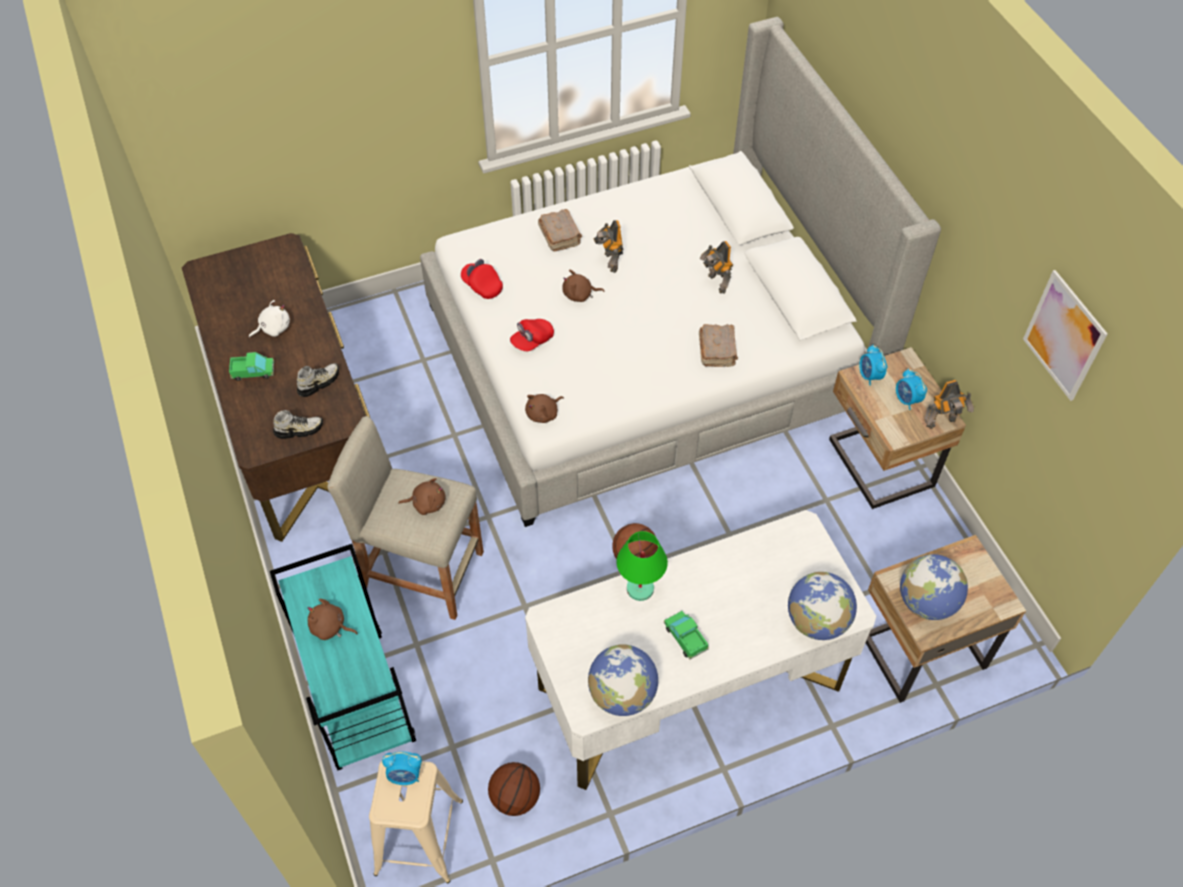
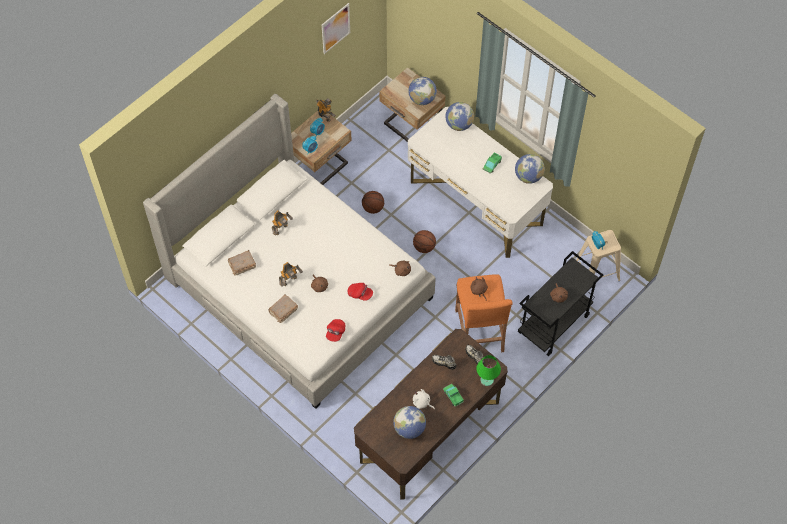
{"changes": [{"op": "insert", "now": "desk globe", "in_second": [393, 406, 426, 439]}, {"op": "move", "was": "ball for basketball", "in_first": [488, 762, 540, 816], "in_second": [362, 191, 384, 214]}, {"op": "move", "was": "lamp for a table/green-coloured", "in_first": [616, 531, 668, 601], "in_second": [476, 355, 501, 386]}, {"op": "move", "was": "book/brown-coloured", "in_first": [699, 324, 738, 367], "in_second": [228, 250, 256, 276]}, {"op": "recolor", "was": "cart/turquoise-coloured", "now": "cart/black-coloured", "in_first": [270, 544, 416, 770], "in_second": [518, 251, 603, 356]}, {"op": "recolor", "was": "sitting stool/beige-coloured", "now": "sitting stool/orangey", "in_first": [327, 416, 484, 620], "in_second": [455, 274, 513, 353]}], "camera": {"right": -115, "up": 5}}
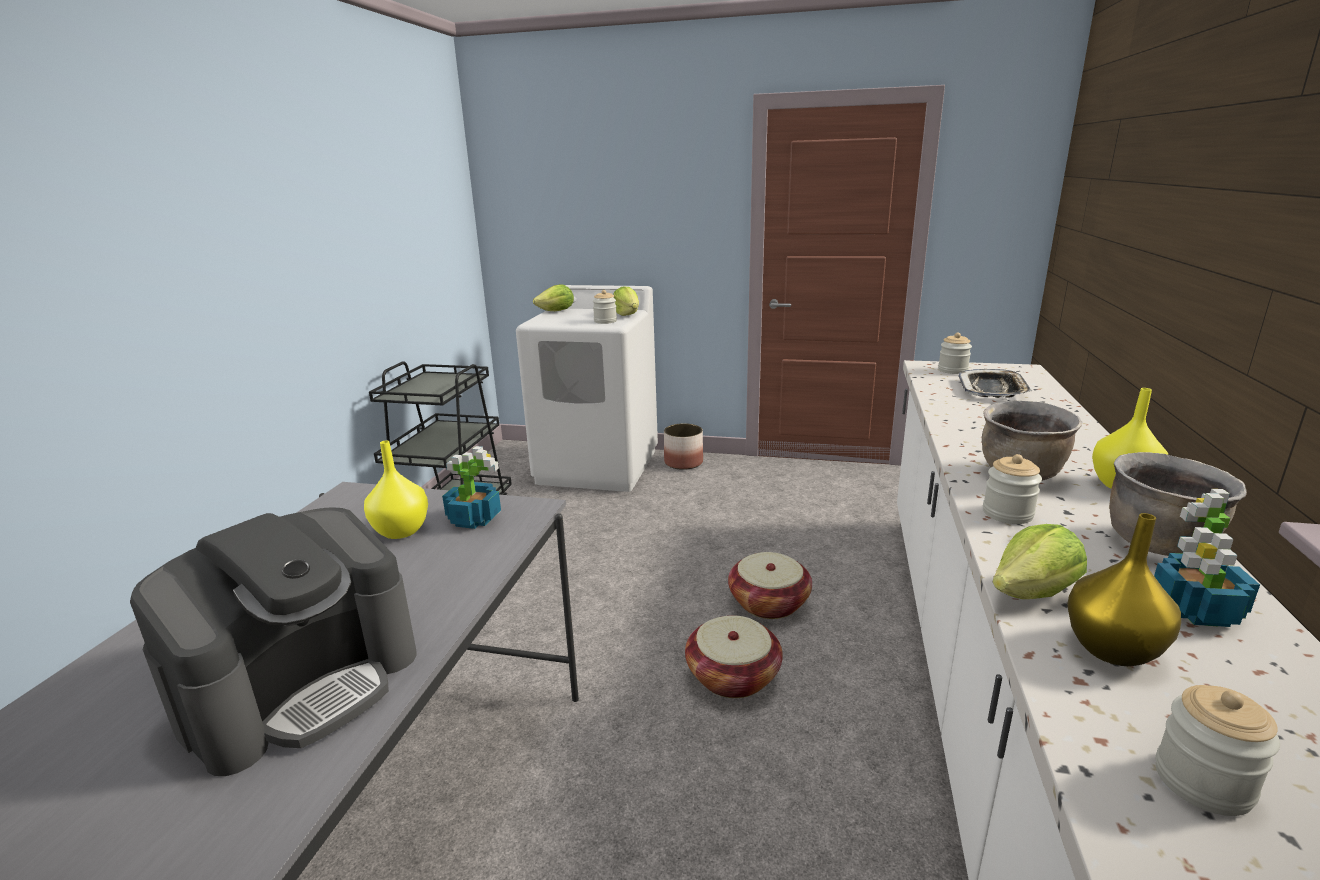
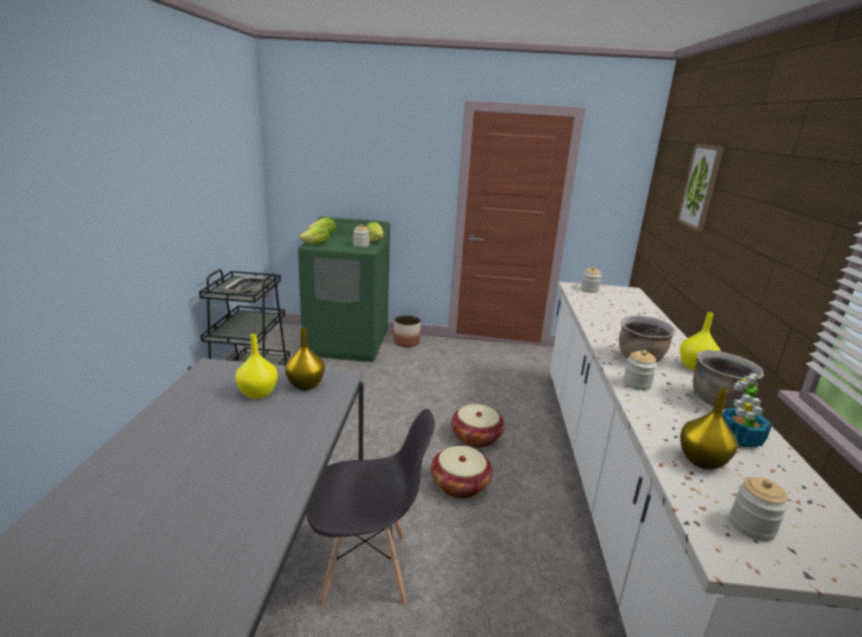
{"changes": [{"op": "delete", "was": "coffee brewer", "in_first": [130, 508, 417, 776]}, {"op": "insert", "now": "upright chair/greyish", "in_second": [306, 409, 435, 606]}, {"op": "insert", "now": "wall picture", "in_second": [677, 144, 724, 231]}, {"op": "move", "was": "tray", "in_first": [958, 369, 1032, 398], "in_second": [223, 276, 269, 293]}, {"op": "move", "was": "lettuce head", "in_first": [993, 524, 1087, 599], "in_second": [299, 225, 329, 245]}, {"op": "replace", "was": "houseplant", "now": "flower vase/yellow-coloured", "in_first": [442, 446, 501, 529], "in_second": [285, 327, 325, 390]}, {"op": "recolor", "was": "laundry appliance/whitish", "now": "laundry appliance/green-coloured", "in_first": [516, 285, 658, 492], "in_second": [298, 217, 390, 362]}], "camera": {"right": -10, "up": 0}}
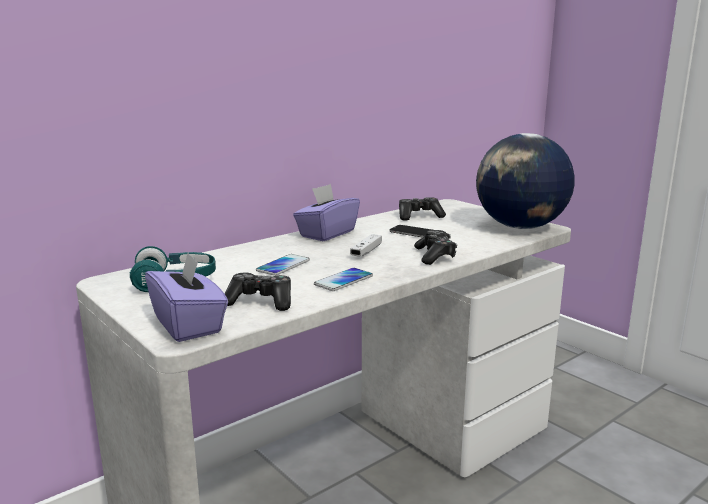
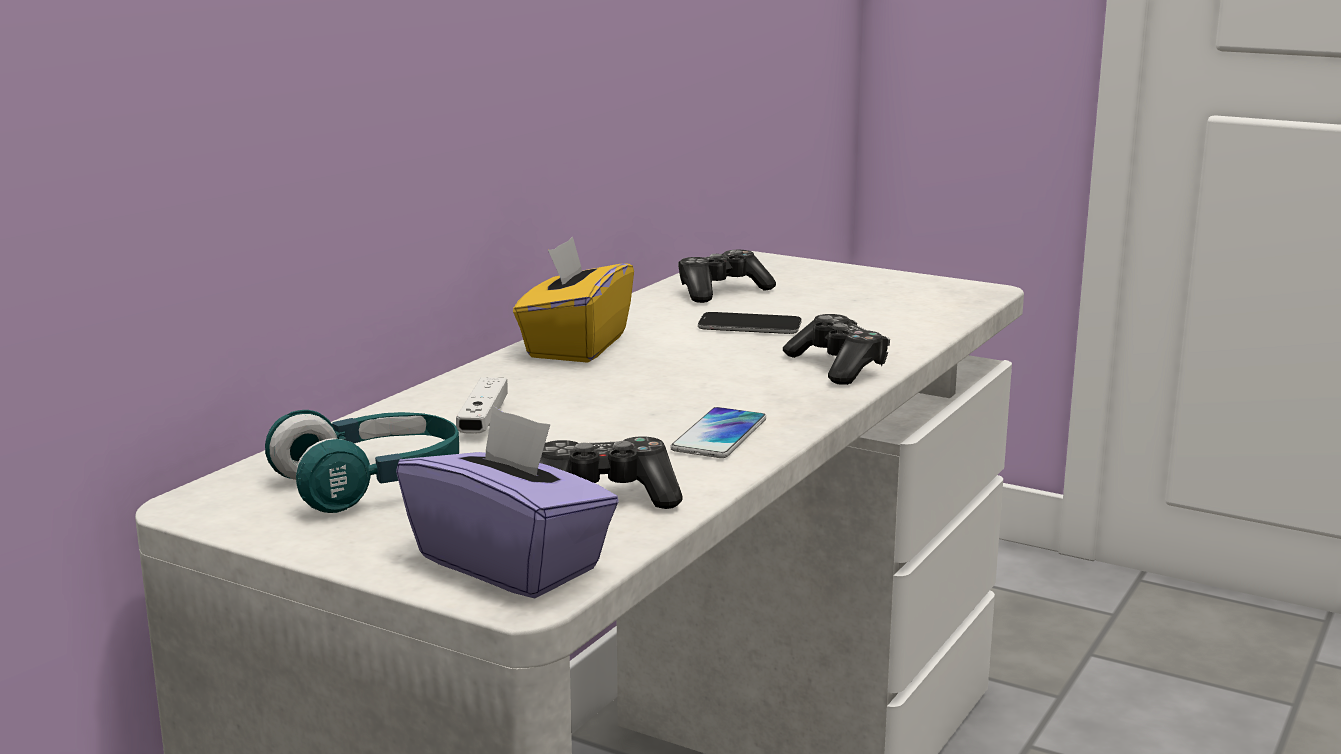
{"changes": [{"op": "delete", "was": "telephone", "in_first": [256, 254, 310, 276]}, {"op": "delete", "was": "desk globe", "in_first": [476, 133, 575, 229]}, {"op": "move", "was": "gamepad/whitish", "in_first": [350, 234, 382, 256], "in_second": [456, 377, 508, 434]}, {"op": "recolor", "was": "box of tissues/purple-coloured", "now": "box of tissues/yellow-coloured", "in_first": [293, 184, 360, 241], "in_second": [513, 237, 634, 363]}], "camera": {"right": -20, "up": 0}}
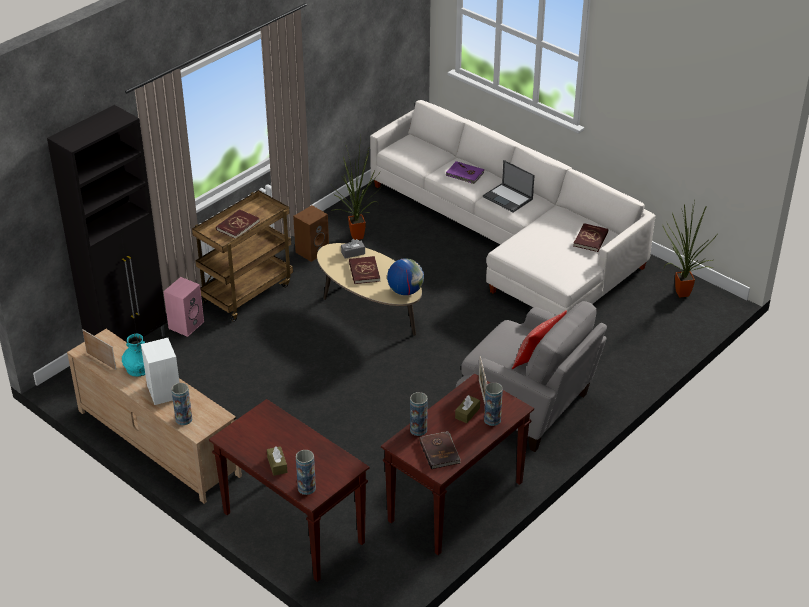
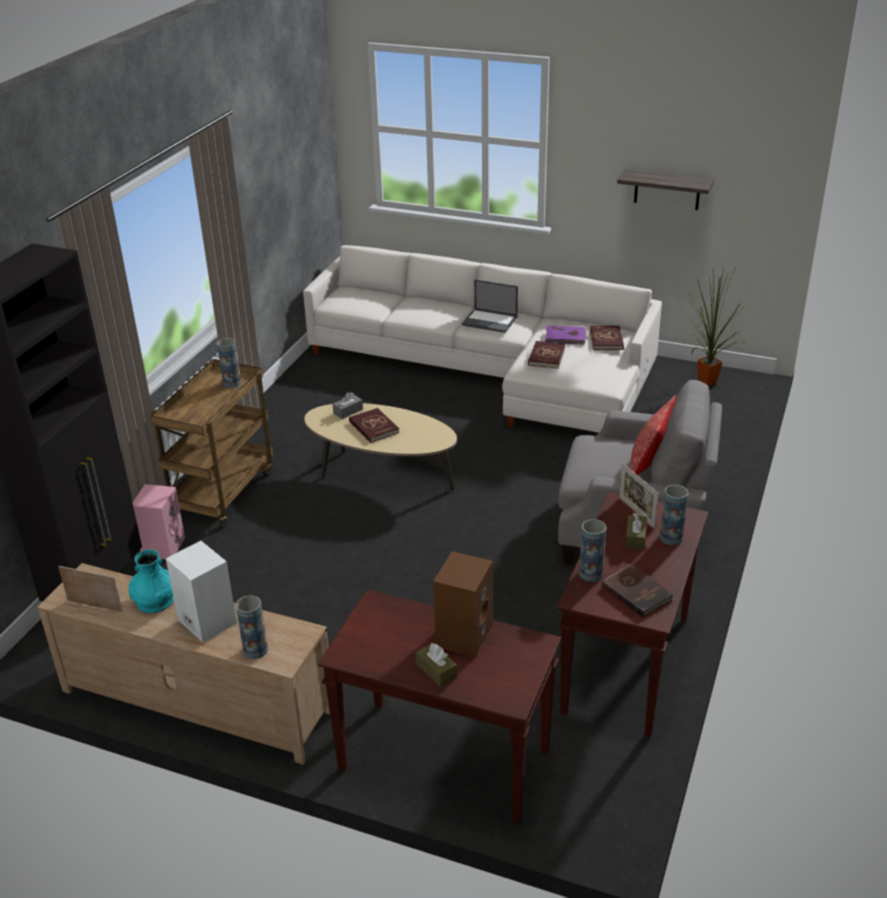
{"changes": [{"op": "delete", "was": "houseplant", "in_first": [332, 135, 383, 240]}, {"op": "delete", "was": "desk globe", "in_first": [387, 258, 424, 295]}, {"op": "insert", "now": "wall shelf", "in_second": [617, 170, 714, 210]}, {"op": "move", "was": "book/red", "in_first": [216, 209, 260, 239], "in_second": [528, 341, 565, 369]}, {"op": "move", "was": "audio speaker/brown-coloured", "in_first": [293, 205, 329, 262], "in_second": [433, 551, 493, 658]}, {"op": "move", "was": "flower vase", "in_first": [296, 450, 316, 495], "in_second": [217, 338, 241, 388]}, {"op": "move", "was": "book/purple-coloured", "in_first": [445, 161, 484, 184], "in_second": [545, 325, 587, 345]}], "camera": {"right": -20, "up": -5}}
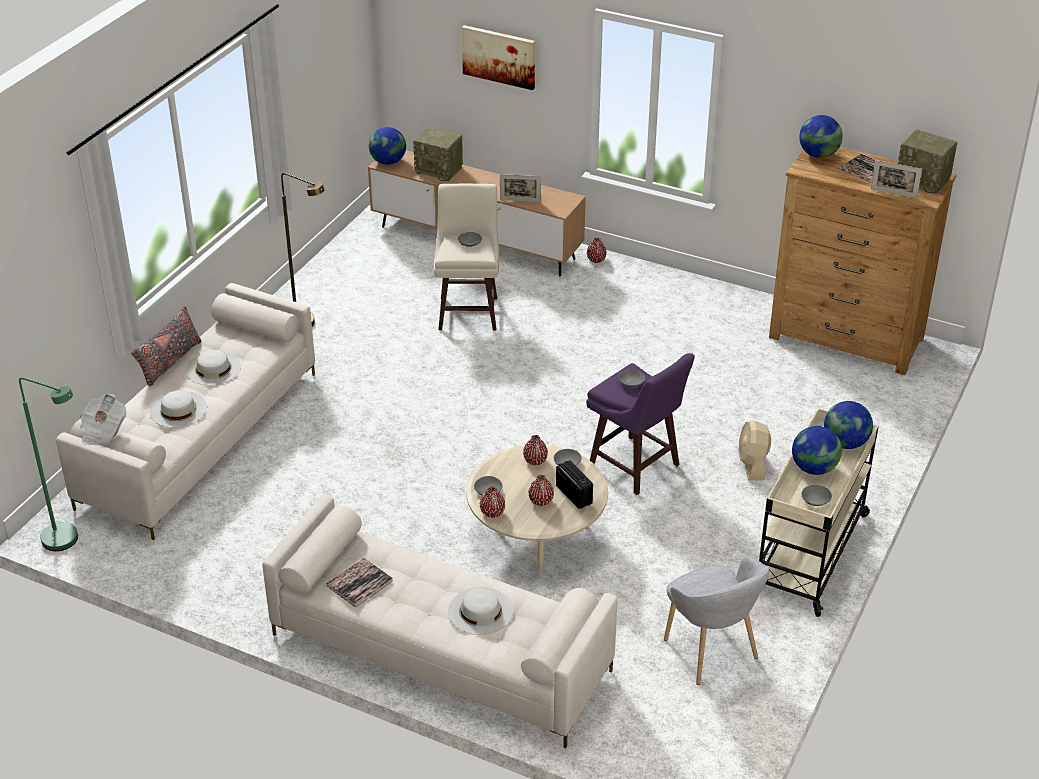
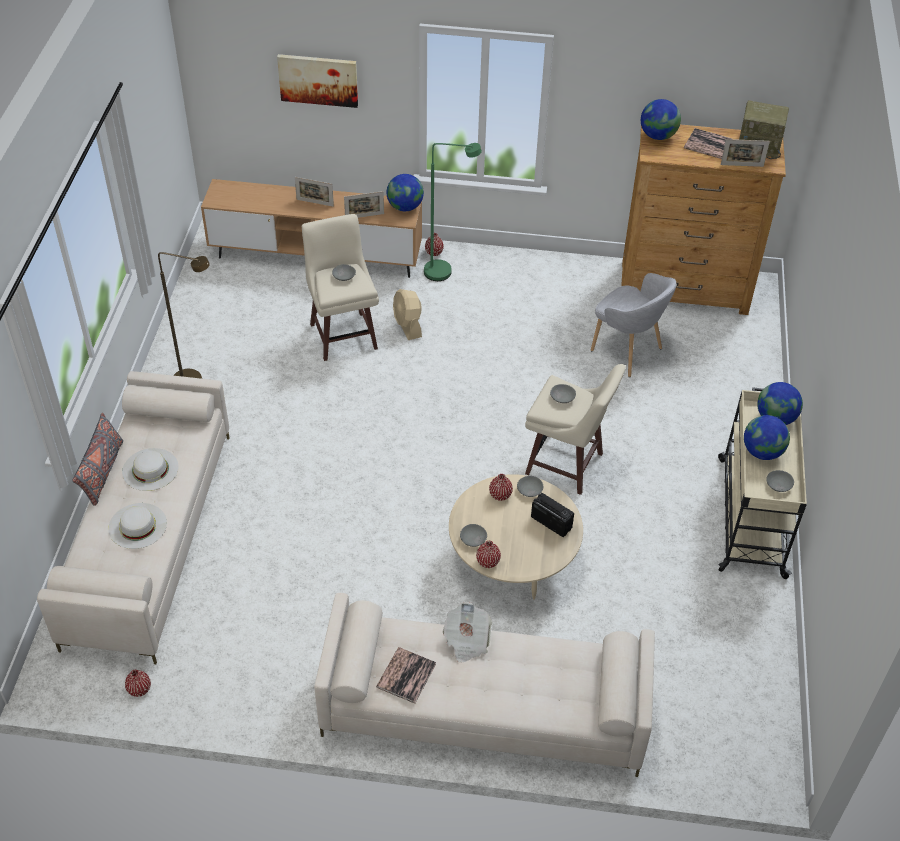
{"changes": [{"op": "delete", "was": "radio set", "in_first": [413, 127, 463, 181]}, {"op": "delete", "was": "hat/whitish", "in_first": [448, 587, 514, 635]}, {"op": "insert", "now": "picture frame", "in_second": [295, 177, 334, 207]}, {"op": "move", "was": "standing lamp/green-coloured", "in_first": [19, 377, 78, 551], "in_second": [424, 143, 482, 281]}, {"op": "move", "was": "daily paper", "in_first": [80, 394, 127, 445], "in_second": [442, 602, 492, 663]}, {"op": "move", "was": "desk globe", "in_first": [369, 127, 406, 165], "in_second": [386, 174, 424, 211]}, {"op": "move", "was": "flower vase/red", "in_first": [528, 475, 554, 506], "in_second": [125, 670, 151, 697]}, {"op": "move", "was": "lounge chair/greyish", "in_first": [664, 555, 769, 685], "in_second": [591, 273, 677, 377]}, {"op": "move", "was": "electric fan/beige-coloured", "in_first": [738, 420, 771, 481], "in_second": [393, 289, 422, 340]}, {"op": "recolor", "was": "sitting stool/purple-coloured", "now": "sitting stool/beige-coloured", "in_first": [586, 353, 695, 495], "in_second": [525, 364, 626, 495]}], "camera": {"right": -20, "up": 10}}
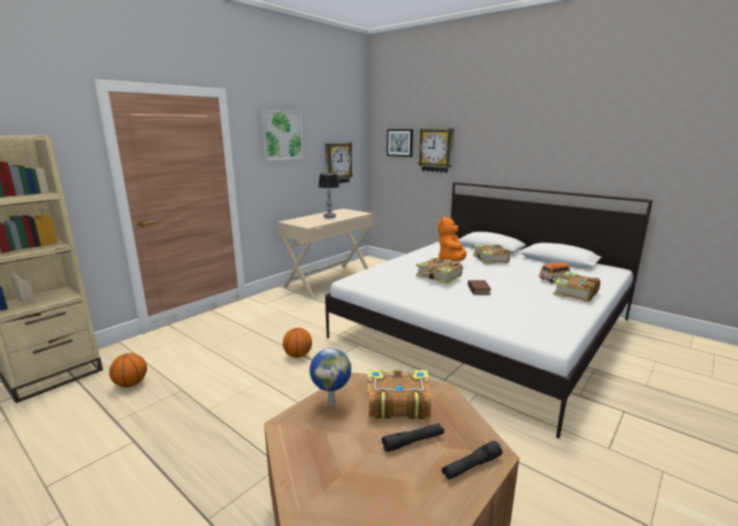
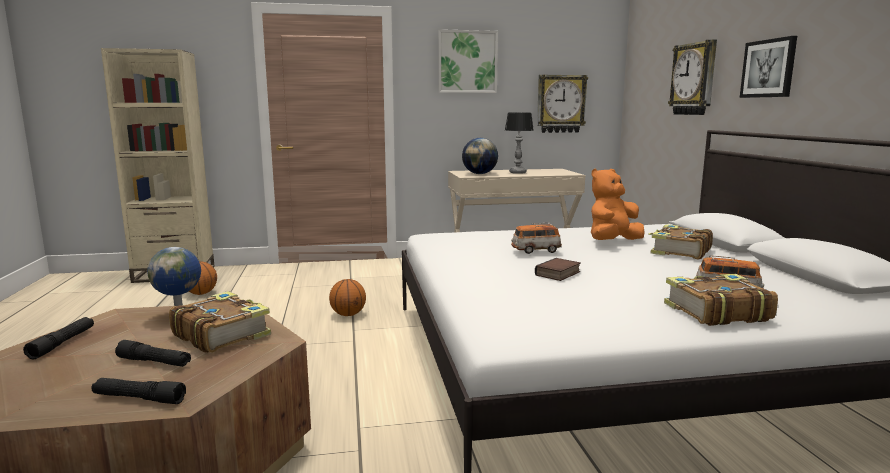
{"changes": [{"op": "insert", "now": "hand torch/black-coloured", "in_second": [23, 317, 94, 359]}, {"op": "insert", "now": "desk globe", "in_second": [462, 138, 498, 174]}, {"op": "move", "was": "wall picture", "in_first": [387, 129, 413, 157], "in_second": [740, 36, 797, 98]}, {"op": "replace", "was": "book", "now": "model car", "in_first": [416, 258, 462, 284], "in_second": [511, 223, 562, 254]}], "camera": {"right": 40, "up": -5}}
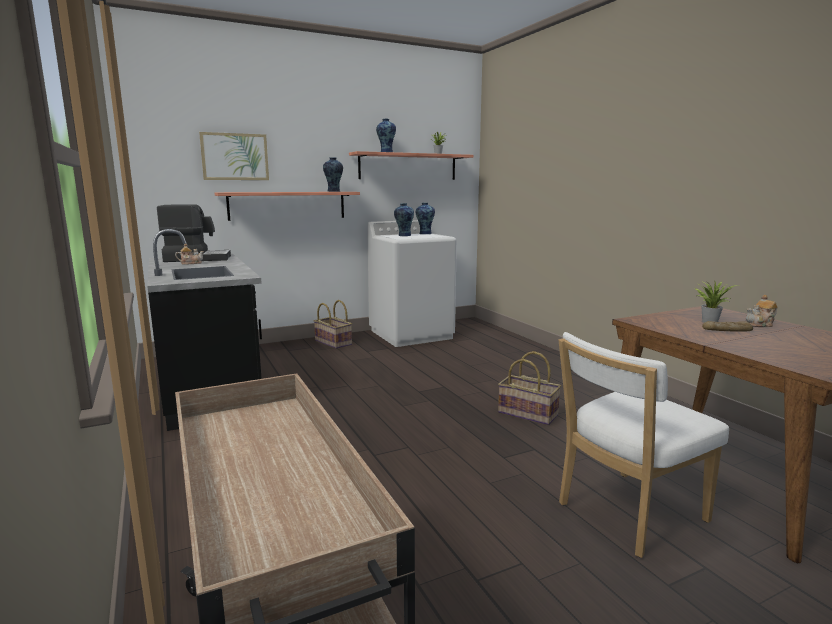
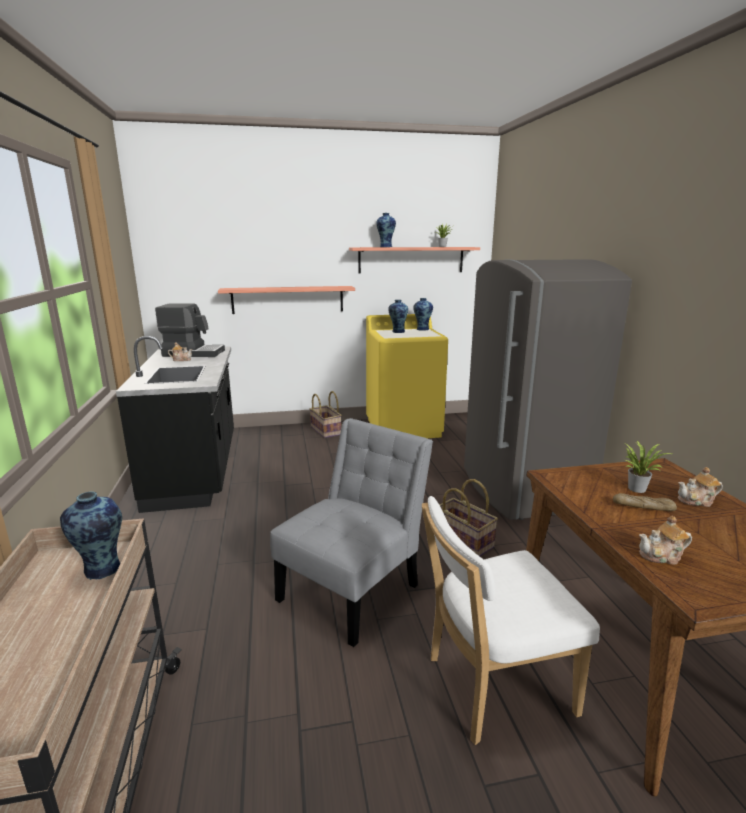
{"changes": [{"op": "delete", "was": "wall picture", "in_first": [199, 132, 269, 180]}, {"op": "insert", "now": "upright chair/greyish", "in_second": [270, 418, 433, 647]}, {"op": "insert", "now": "fridge/greyish", "in_second": [464, 259, 632, 520]}, {"op": "insert", "now": "tea pot", "in_second": [639, 516, 692, 564]}, {"op": "move", "was": "flower vase", "in_first": [323, 157, 343, 192], "in_second": [60, 491, 122, 580]}, {"op": "recolor", "was": "laundry appliance/whitish", "now": "laundry appliance/yellow-coloured", "in_first": [367, 220, 457, 347], "in_second": [366, 314, 448, 438]}], "camera": {"right": 15, "up": 5}}
